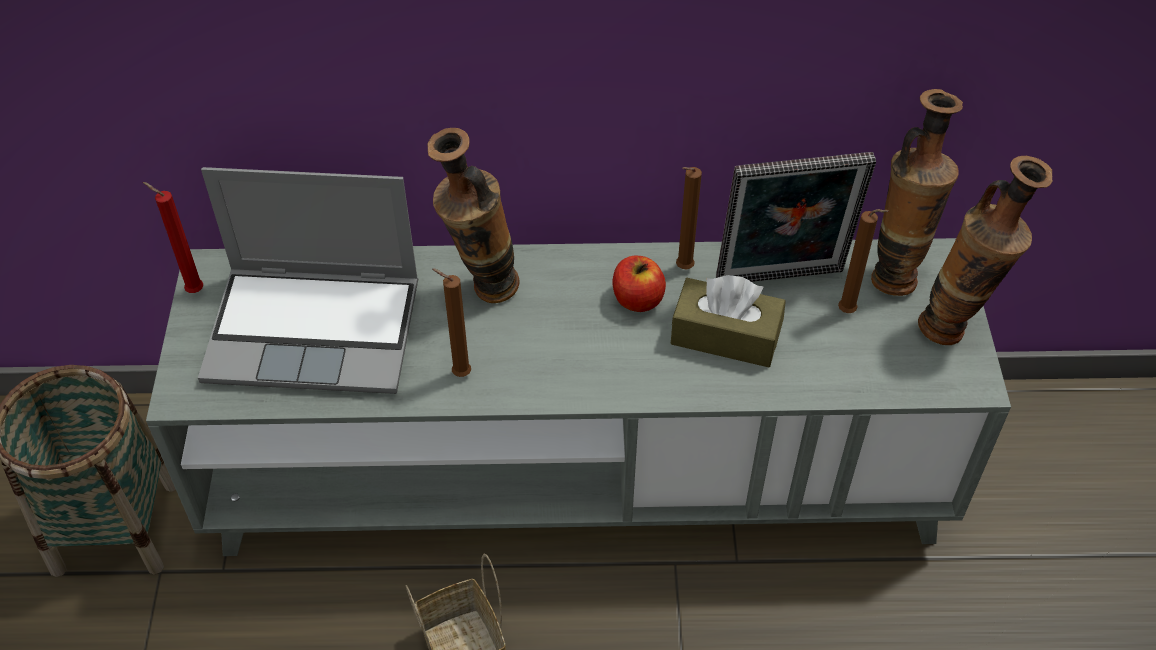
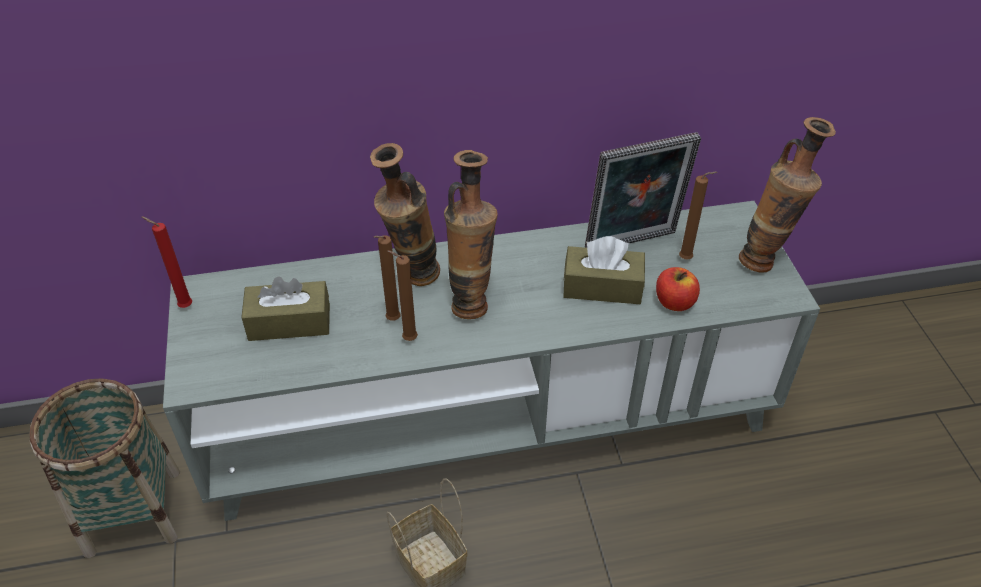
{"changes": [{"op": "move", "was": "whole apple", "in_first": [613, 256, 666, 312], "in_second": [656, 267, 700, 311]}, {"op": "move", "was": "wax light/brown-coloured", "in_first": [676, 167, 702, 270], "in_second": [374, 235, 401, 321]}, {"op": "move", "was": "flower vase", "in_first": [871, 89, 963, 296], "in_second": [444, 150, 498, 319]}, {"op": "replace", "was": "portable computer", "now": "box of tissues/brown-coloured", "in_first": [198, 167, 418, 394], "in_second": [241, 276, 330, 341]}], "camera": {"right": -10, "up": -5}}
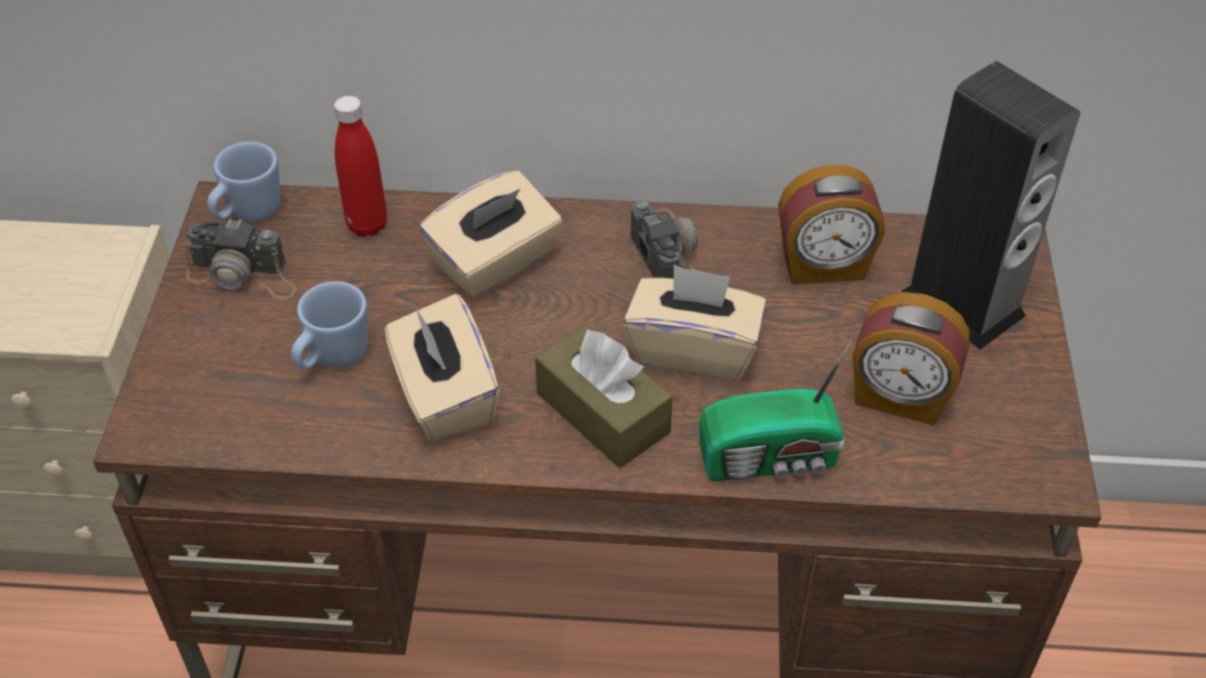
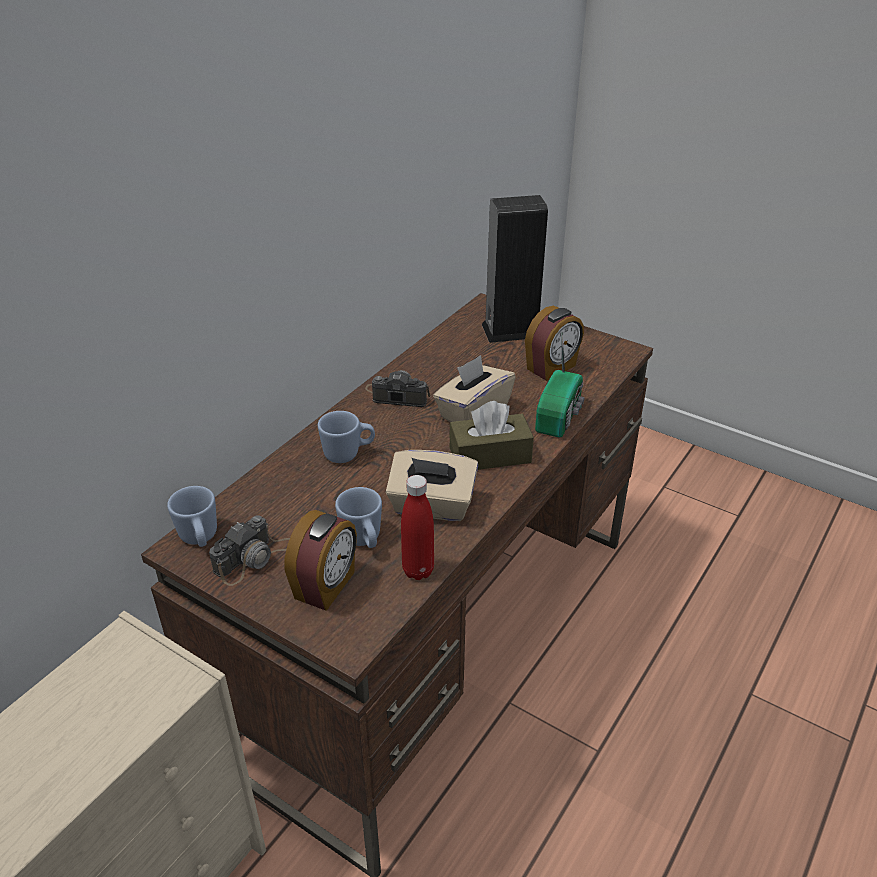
{"changes": [{"op": "move", "was": "bottle/red", "in_first": [334, 96, 387, 237], "in_second": [401, 475, 434, 580]}, {"op": "move", "was": "alarm clock", "in_first": [778, 164, 885, 285], "in_second": [285, 510, 357, 611]}, {"op": "replace", "was": "box of tissues/beige-coloured", "now": "mug/blue", "in_first": [420, 171, 562, 298], "in_second": [318, 411, 375, 463]}], "camera": {"right": -60, "up": -10}}
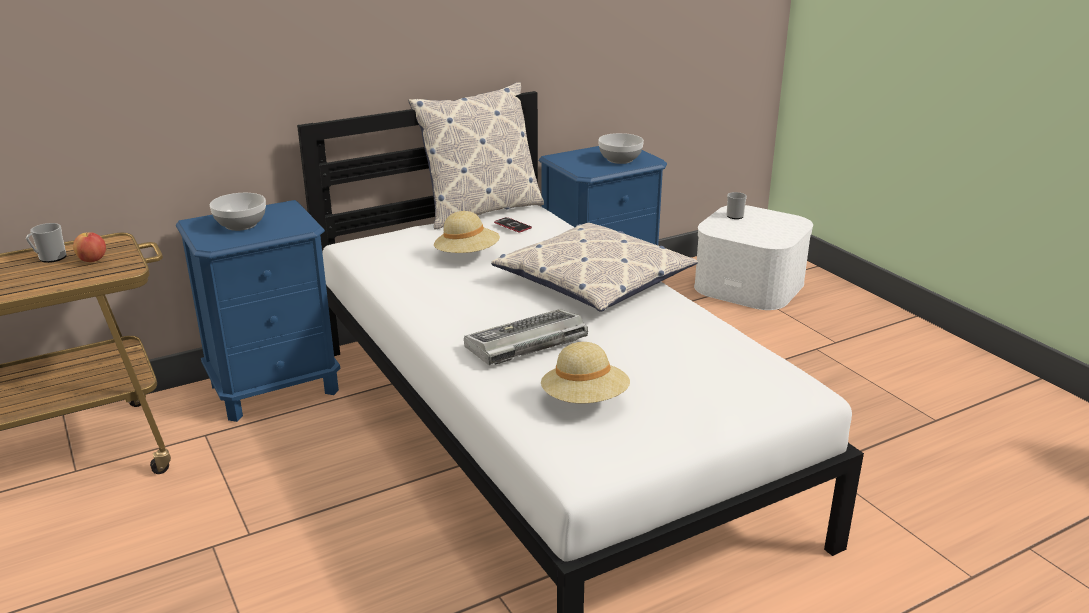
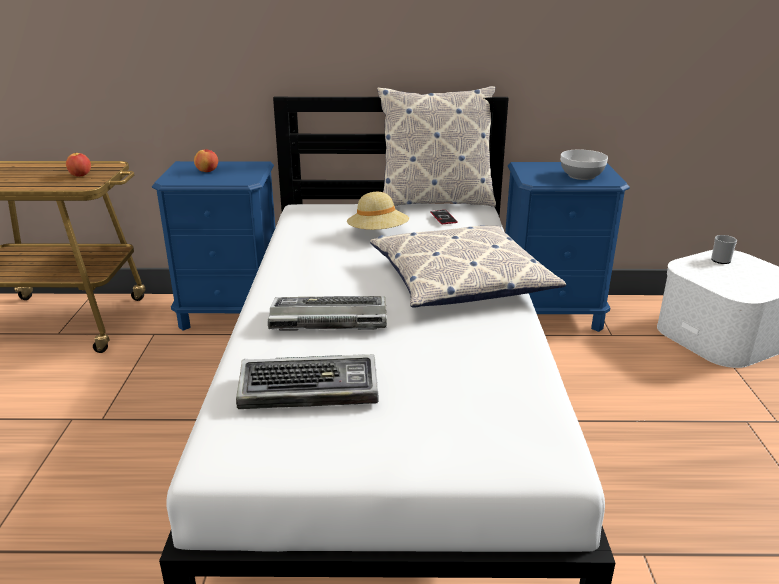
{"changes": [{"op": "delete", "was": "mug", "in_first": [26, 223, 67, 263]}, {"op": "replace", "was": "serving bowl", "now": "whole apple", "in_first": [210, 193, 266, 231], "in_second": [194, 149, 218, 172]}, {"op": "replace", "was": "hat/beige-coloured", "now": "PC keyboard", "in_first": [541, 342, 630, 403], "in_second": [236, 354, 378, 409]}], "camera": {"right": 30, "up": 0}}
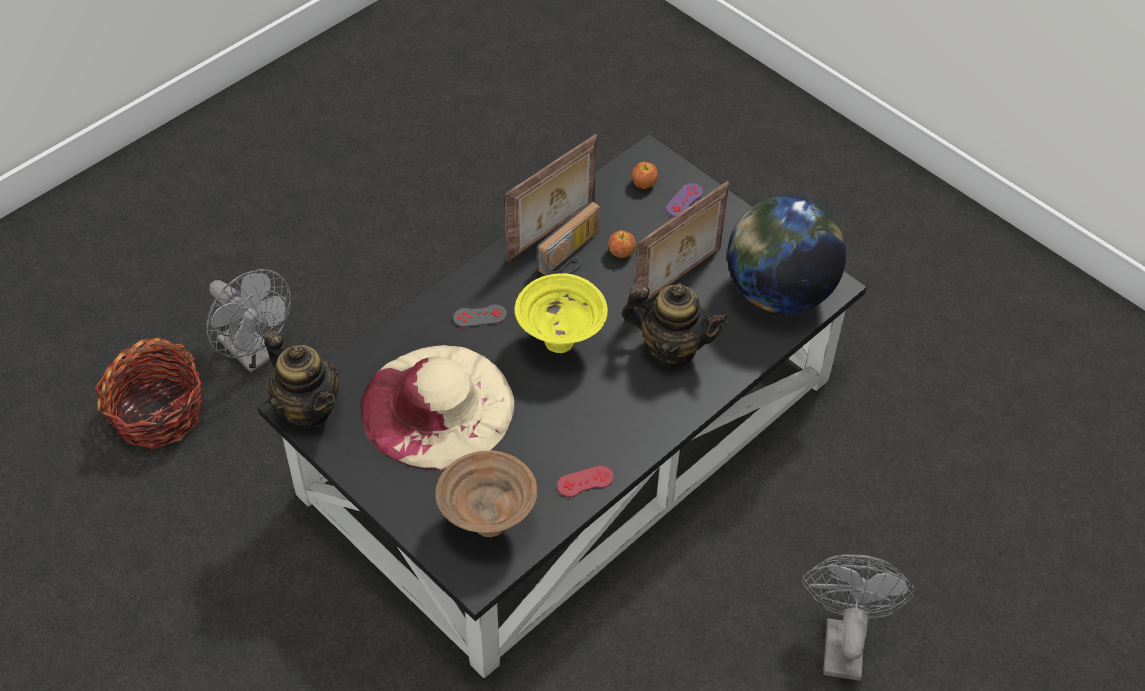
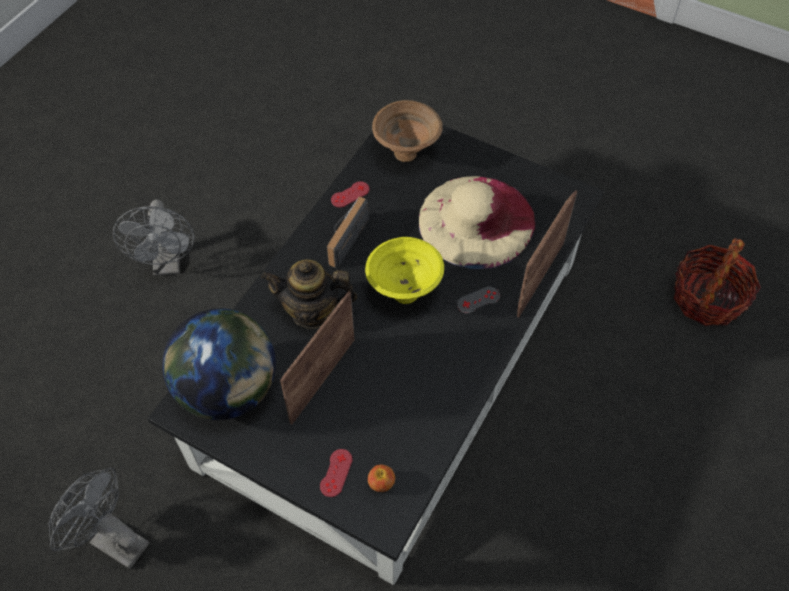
{"changes": [{"op": "delete", "was": "tea pot", "in_first": [264, 331, 339, 428]}, {"op": "delete", "was": "whole apple", "in_first": [608, 230, 636, 258]}, {"op": "move", "was": "electric fan/greyish", "in_first": [206, 269, 291, 372], "in_second": [48, 468, 149, 569]}, {"op": "move", "was": "picture frame", "in_first": [505, 134, 597, 262], "in_second": [517, 190, 578, 317]}, {"op": "move", "was": "radio set", "in_first": [537, 201, 600, 275], "in_second": [327, 197, 369, 268]}, {"op": "recolor", "was": "gamepad/purple-coloured", "now": "gamepad/red", "in_first": [666, 183, 703, 217], "in_second": [320, 449, 353, 497]}], "camera": {"right": 165, "up": 5}}
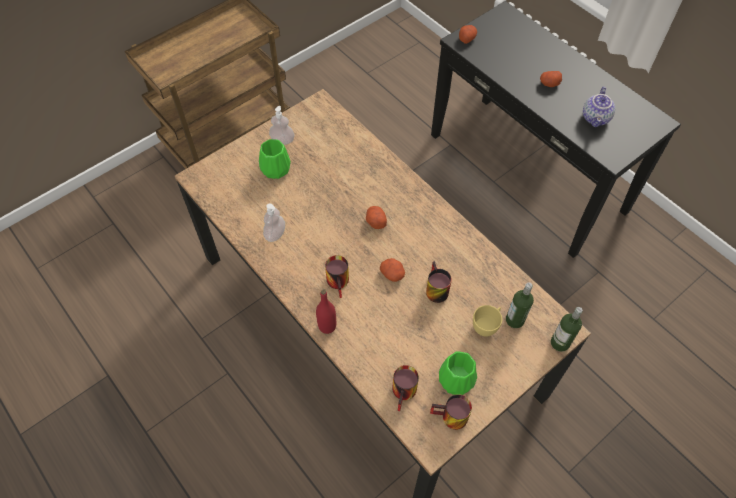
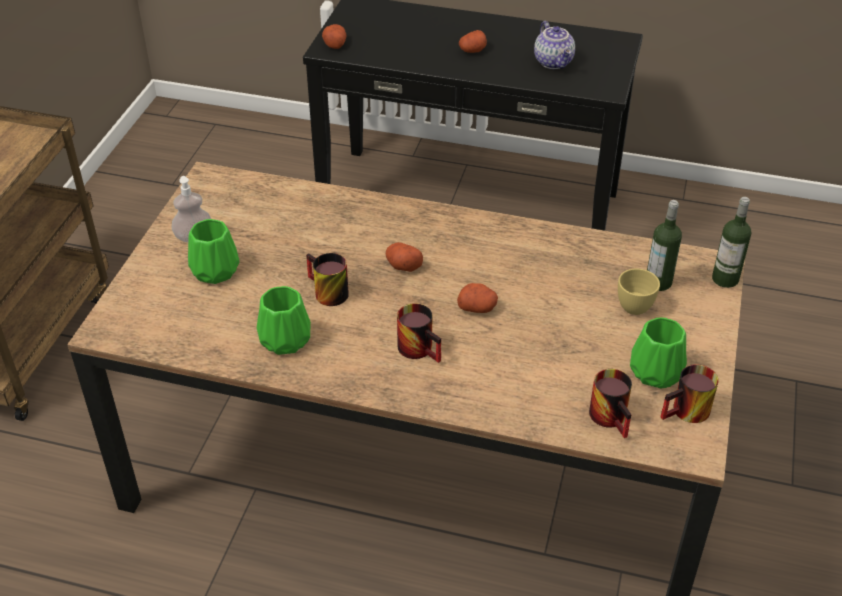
{"changes": [{"op": "delete", "was": "bottle/red", "in_first": [316, 289, 336, 334]}, {"op": "move", "was": "mug", "in_first": [426, 261, 452, 303], "in_second": [306, 253, 349, 306]}, {"op": "replace", "was": "soap bottle", "now": "flower vase/green-coloured", "in_first": [263, 203, 285, 242], "in_second": [257, 286, 311, 355]}], "camera": {"right": -35, "up": -15}}
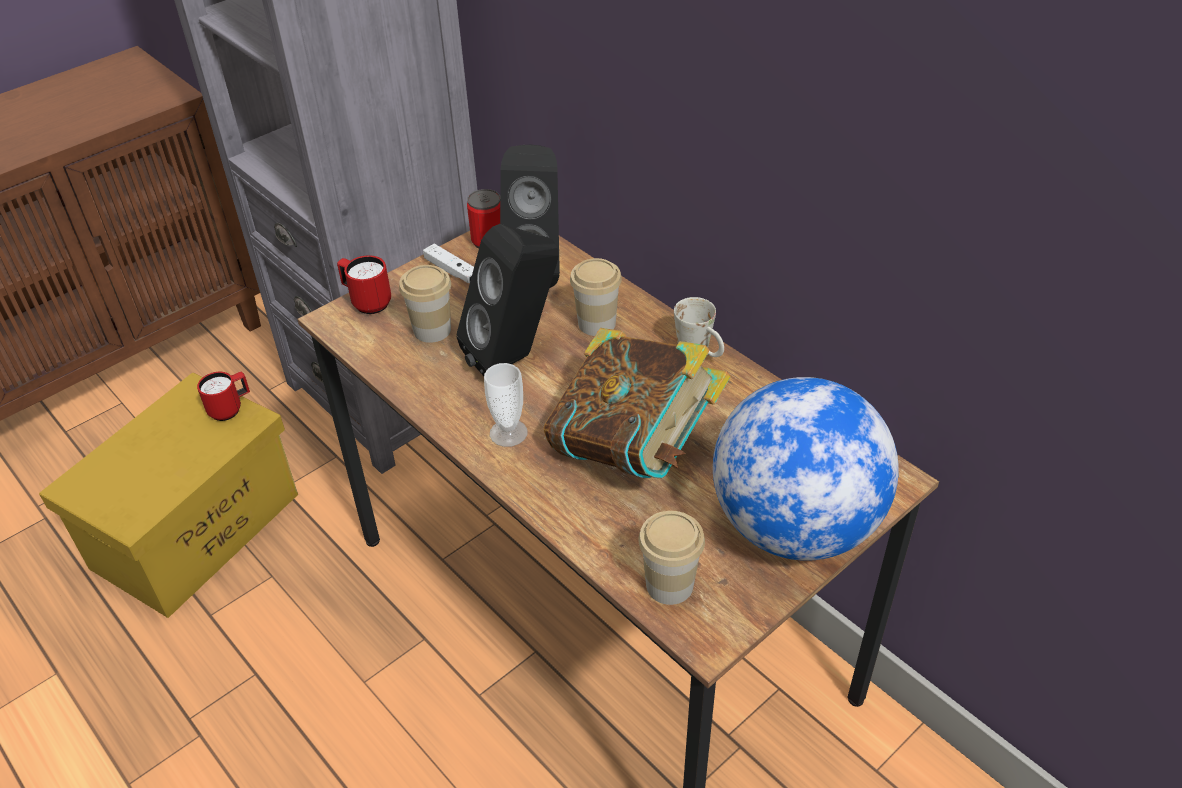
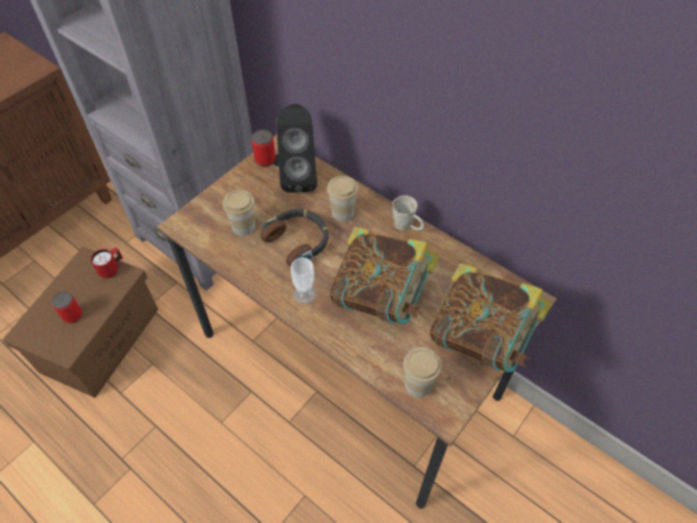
{"changes": [{"op": "delete", "was": "mug/red", "in_first": [337, 255, 391, 314]}, {"op": "delete", "was": "gamepad/whitish", "in_first": [423, 244, 474, 283]}, {"op": "insert", "now": "can", "in_second": [52, 292, 82, 323]}, {"op": "replace", "was": "audio speaker/black-coloured", "now": "pair of headphones", "in_first": [457, 224, 558, 376], "in_second": [260, 209, 329, 267]}, {"op": "replace", "was": "desk globe", "now": "book", "in_first": [713, 377, 899, 561], "in_second": [429, 263, 552, 372]}, {"op": "recolor", "was": "storage bin/yellow-coloured", "now": "storage bin/brown-coloured", "in_first": [39, 373, 298, 618], "in_second": [3, 247, 158, 398]}], "camera": {"right": -10, "up": 10}}
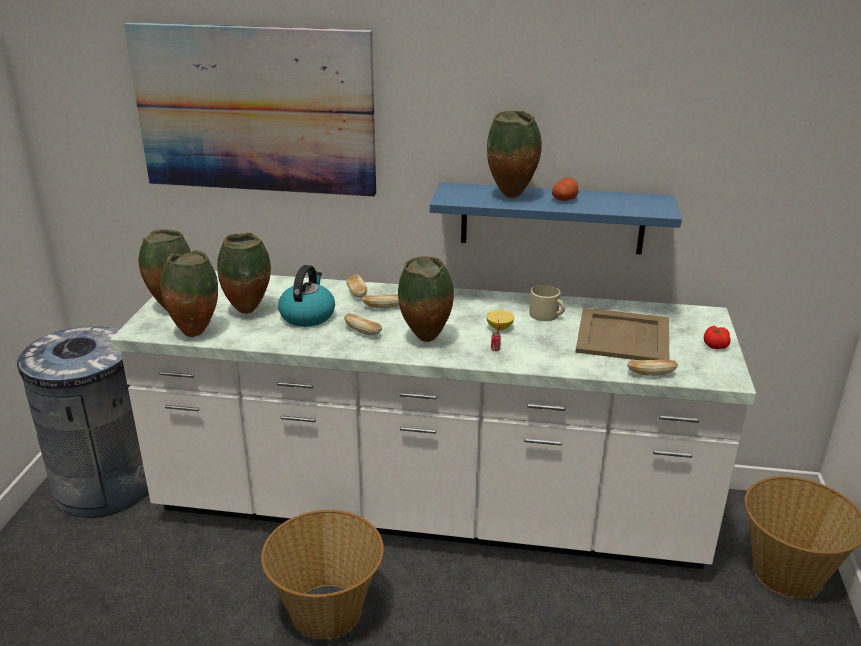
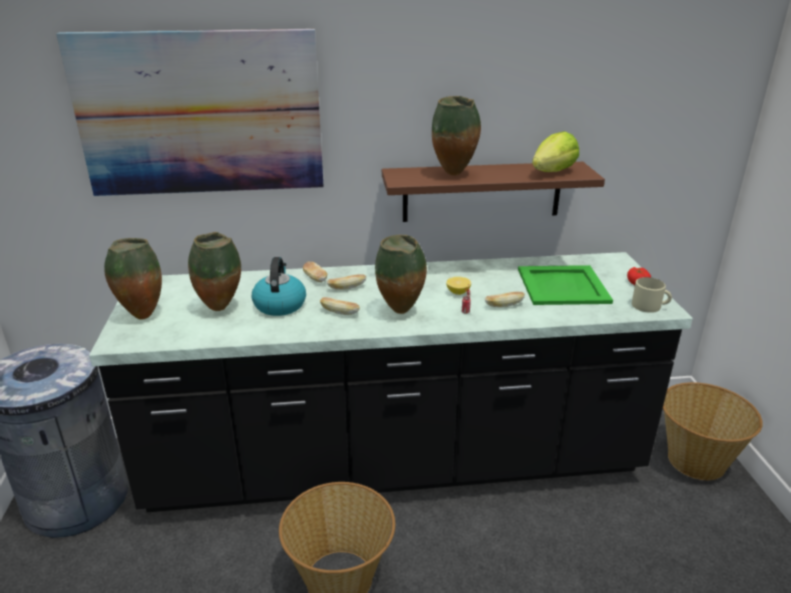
{"changes": [{"op": "delete", "was": "flower vase", "in_first": [160, 250, 218, 337]}, {"op": "delete", "was": "potato", "in_first": [552, 177, 578, 201]}, {"op": "insert", "now": "lettuce head", "in_second": [532, 131, 579, 172]}, {"op": "move", "was": "mug/beige-coloured", "in_first": [529, 285, 565, 321], "in_second": [632, 277, 672, 313]}, {"op": "move", "was": "bakery bread", "in_first": [627, 359, 678, 376], "in_second": [485, 292, 525, 307]}, {"op": "recolor", "was": "counter/whitish", "now": "counter/black-coloured", "in_first": [111, 271, 756, 569], "in_second": [89, 252, 693, 512]}, {"op": "recolor", "was": "wall shelf/blue", "now": "wall shelf/brown-coloured", "in_first": [430, 182, 682, 254], "in_second": [382, 162, 605, 222]}, {"op": "recolor", "was": "tray/beige-coloured", "now": "tray/green-coloured", "in_first": [575, 308, 669, 360], "in_second": [518, 265, 613, 305]}], "camera": {"right": -15, "up": 0}}
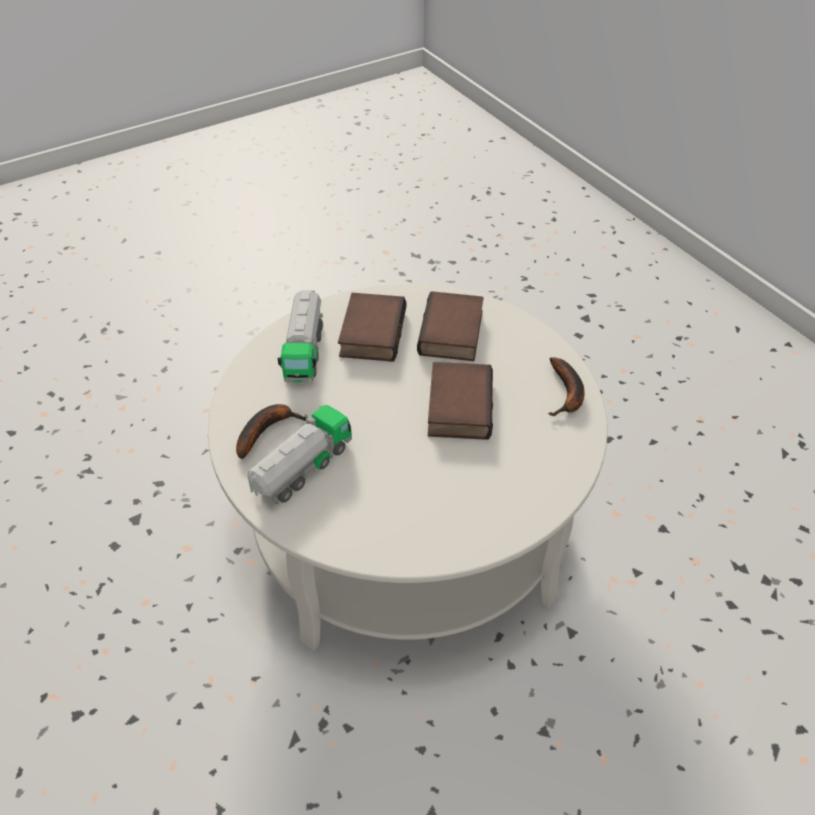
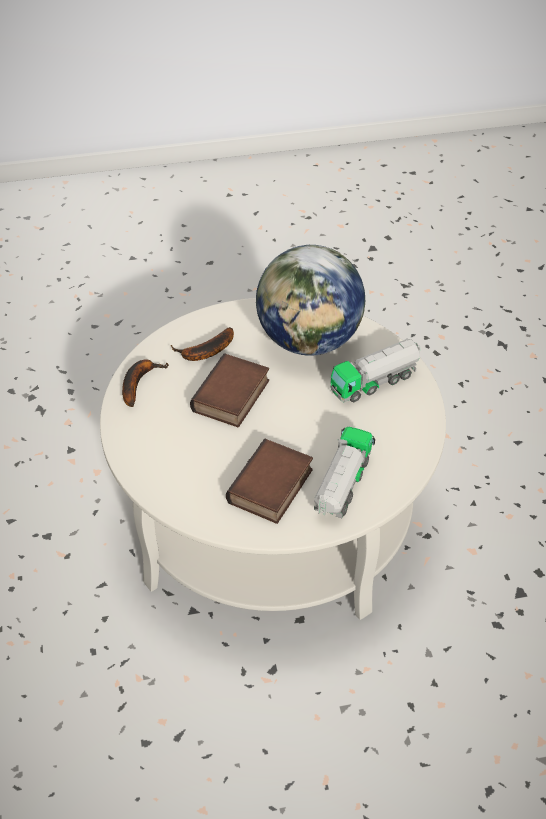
{"changes": [{"op": "delete", "was": "book", "in_first": [417, 291, 484, 361]}, {"op": "insert", "now": "desk globe", "in_second": [256, 245, 365, 356]}, {"op": "move", "was": "banana fruit", "in_first": [236, 404, 308, 459], "in_second": [171, 327, 234, 361]}], "camera": {"right": -160, "up": 0}}
